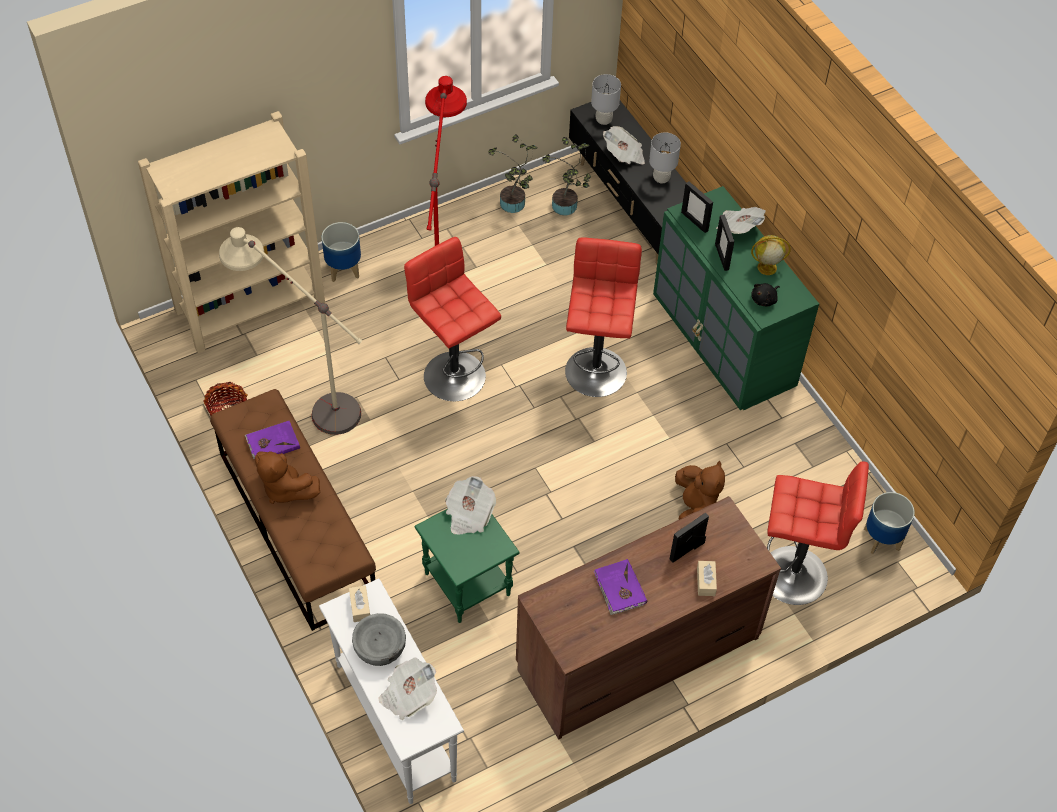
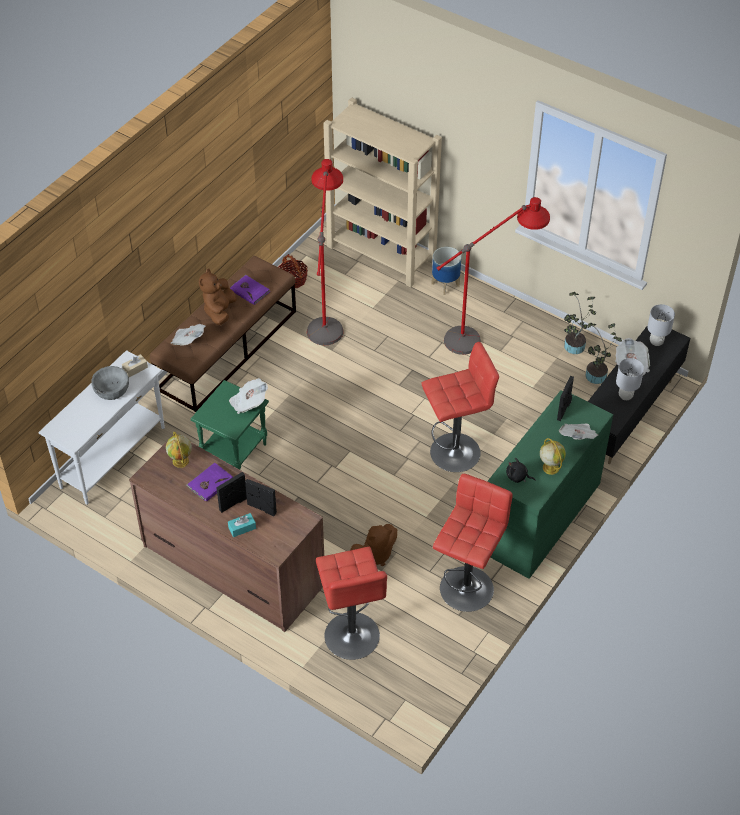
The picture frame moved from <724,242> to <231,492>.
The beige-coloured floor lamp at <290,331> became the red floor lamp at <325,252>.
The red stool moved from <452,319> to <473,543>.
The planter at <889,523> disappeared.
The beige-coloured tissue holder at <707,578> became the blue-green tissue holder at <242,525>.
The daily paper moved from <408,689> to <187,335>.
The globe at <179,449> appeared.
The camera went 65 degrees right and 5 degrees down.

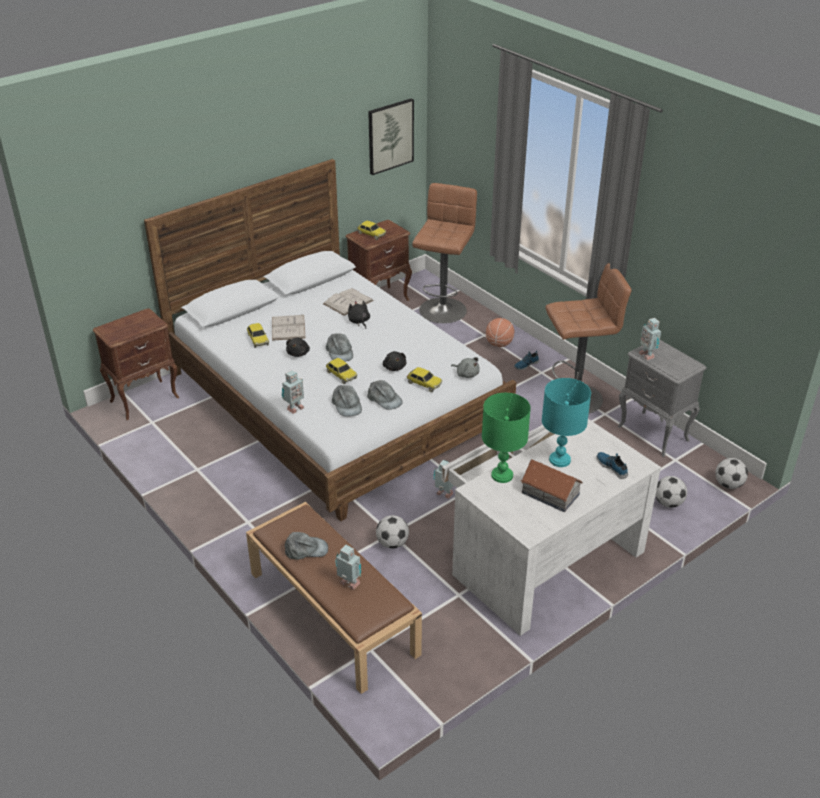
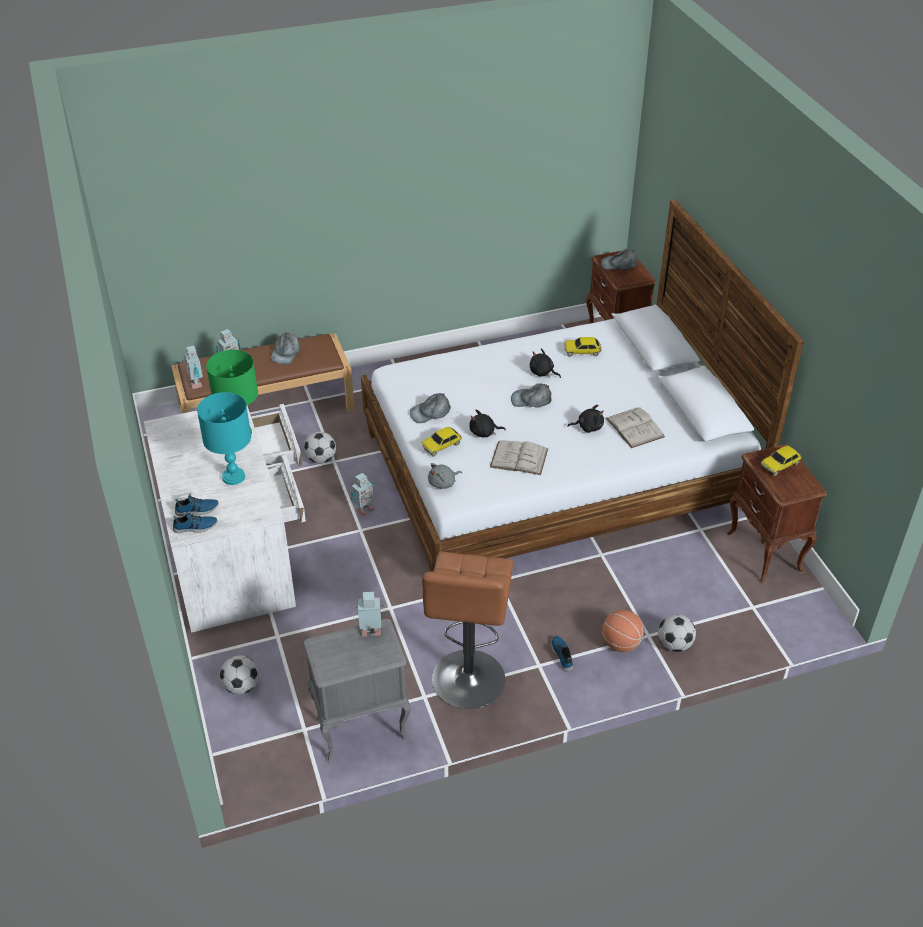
The wall art at <391,136> disappeared.
The brownish stool at <444,253> disappeared.
The white volume moved from <289,327> to <519,457>.
The toy car at <341,371> disappeared.
The model robot moved from <293,392> to <193,367>.
The grey peaked cap moved from <347,401> to <619,259>.
The football moved from <731,473> to <677,633>.
The miniature house at <552,486> disappeared.
The shoe at <195,522> appeared.
The camera went 110 degrees right and 5 degrees up.

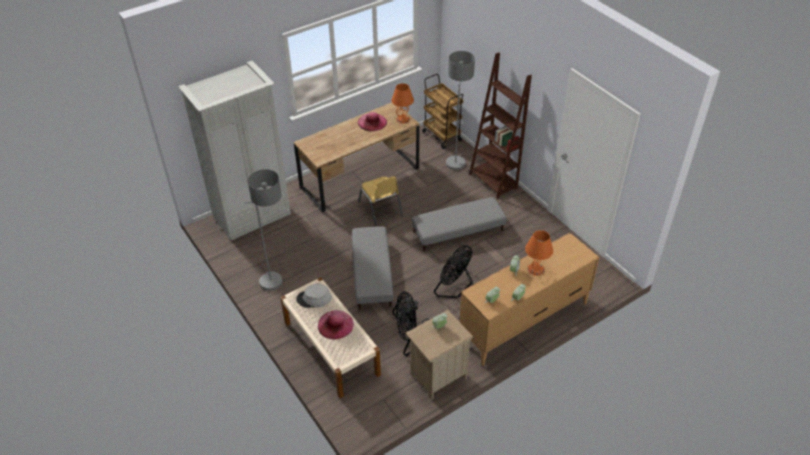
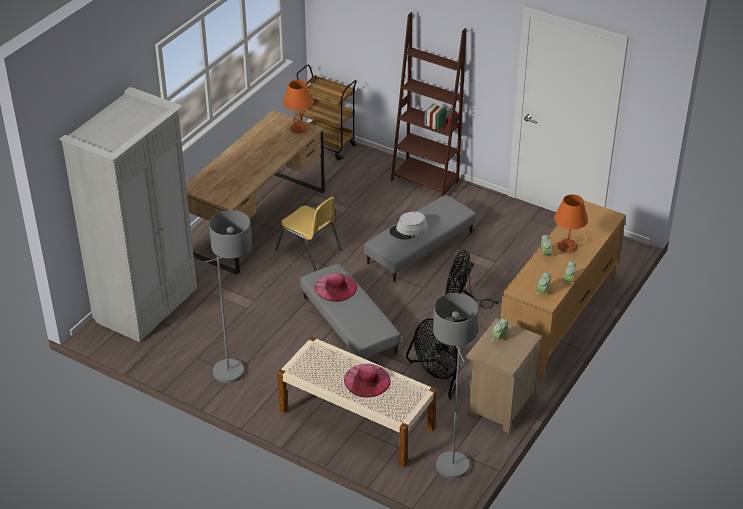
The grey floor lamp moved from <460,110> to <455,386>.
The pink wearable hat moved from <372,121> to <335,287>.
The grey wearable hat moved from <314,296> to <408,225>.
The camera went 25 degrees left and 5 degrees down.

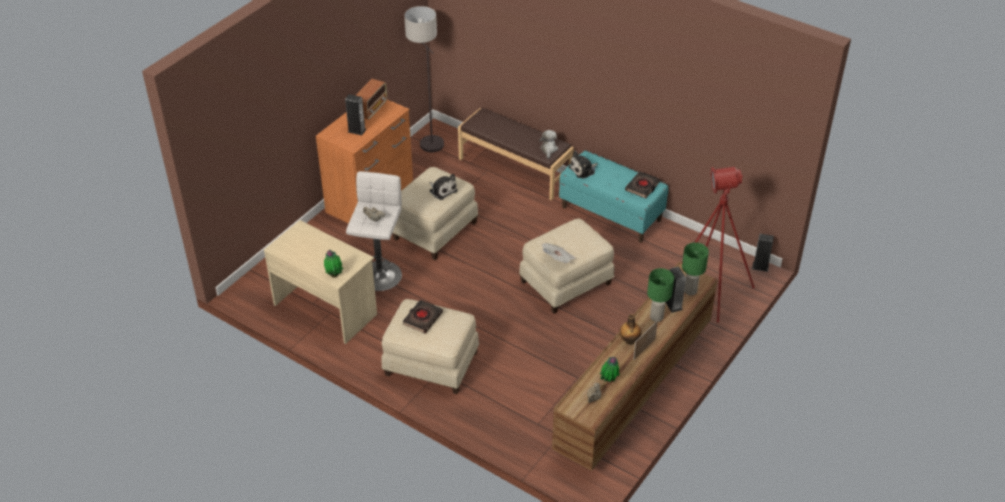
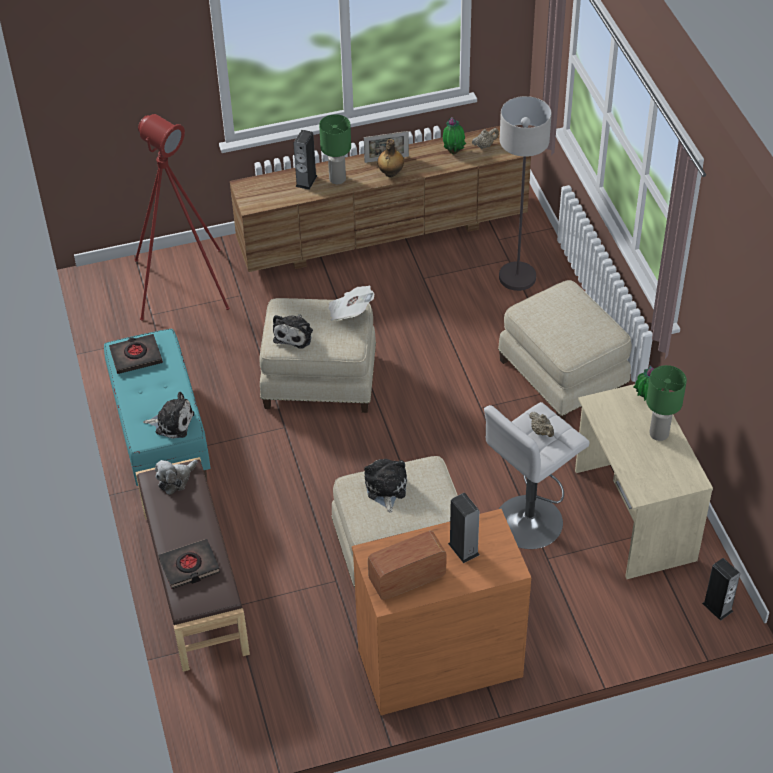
The grey floor lamp moved from <424,79> to <525,193>.
The audio speaker moved from <763,253> to <721,589>.
The green-coloured tabletop lamp moved from <695,269> to <666,403>.
The black-coloured volume moved from <423,316> to <189,564>.
The cuddly toy at <293,331> appeared.
The camera went 140 degrees left and 5 degrees up.

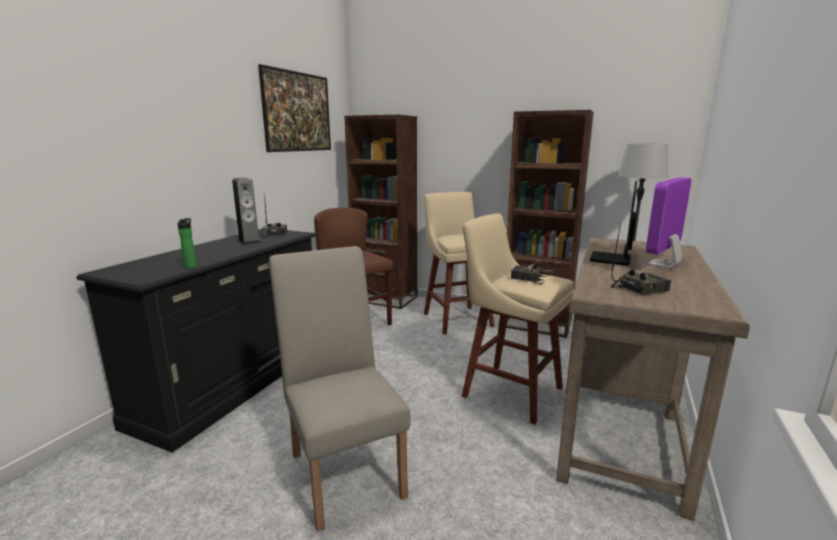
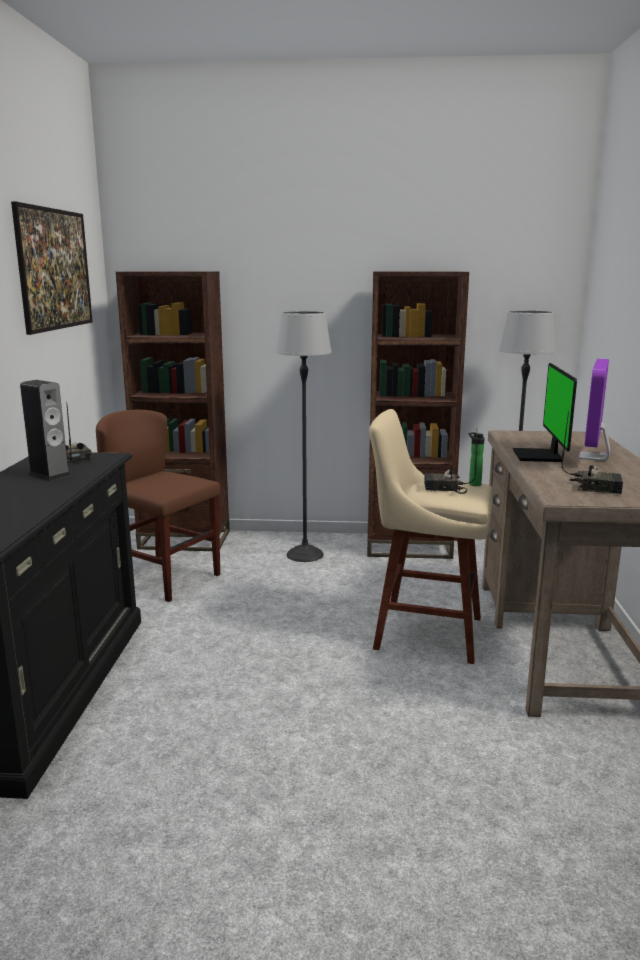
The beige-coloured stool at <459,263> was replaced by the floor lamp at <304,436>.
The beverage bottle moved from <187,243> to <477,459>.
The radio at <641,259> turned 60 degrees clockwise.
The beige-coloured plain chair at <340,389> disappeared.
The camera went 20 degrees left and 0 degrees up.

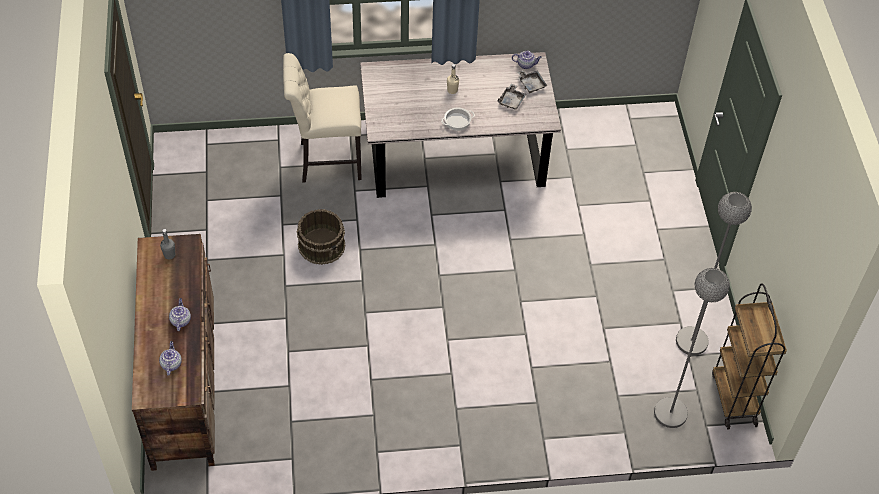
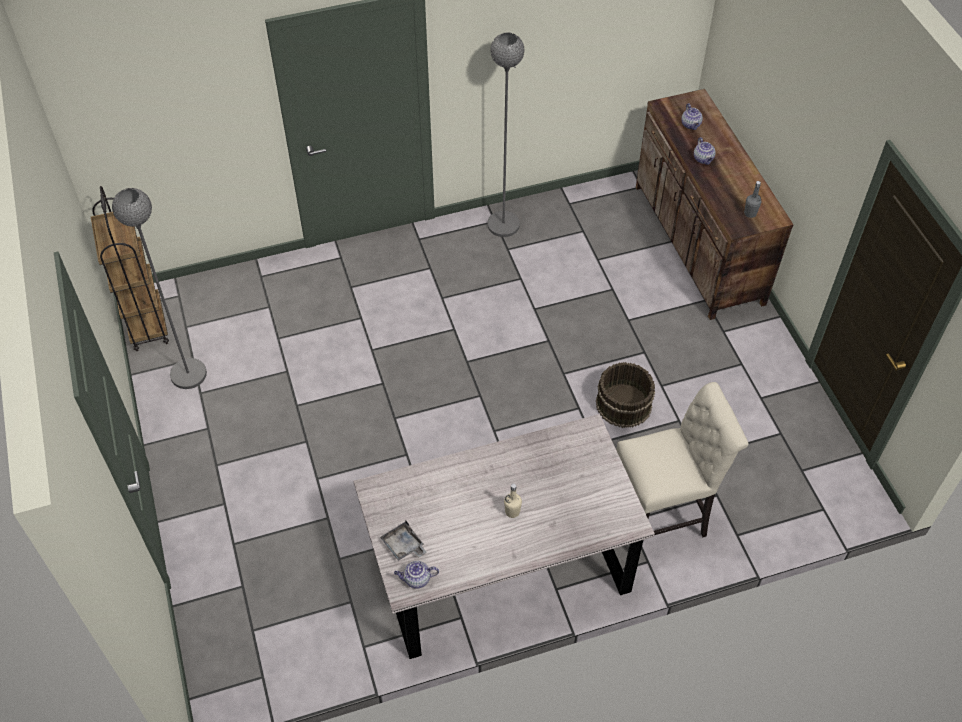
The grey tray at <511,97> disappeared.
The stockpot at <458,119> disappeared.
The grey floor lamp moved from <692,348> to <505,134>.
The camera went 170 degrees right and 0 degrees up.

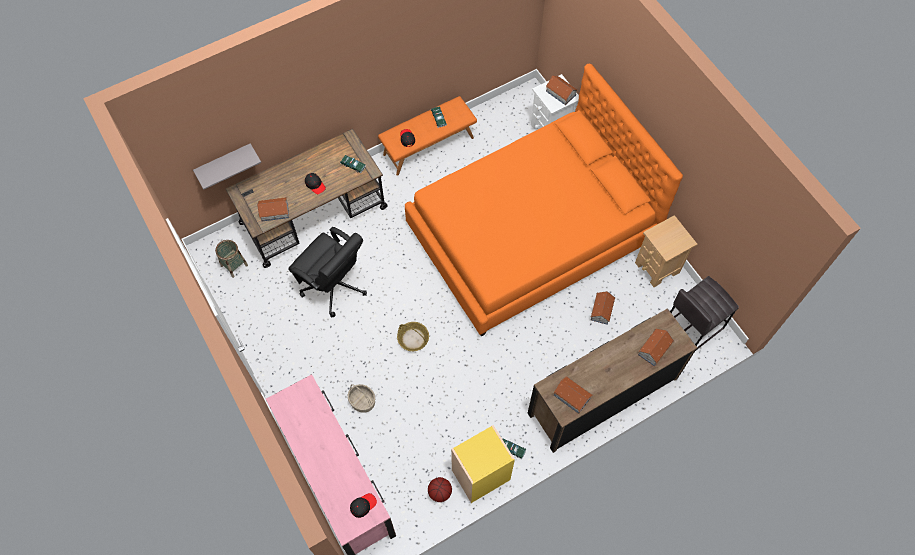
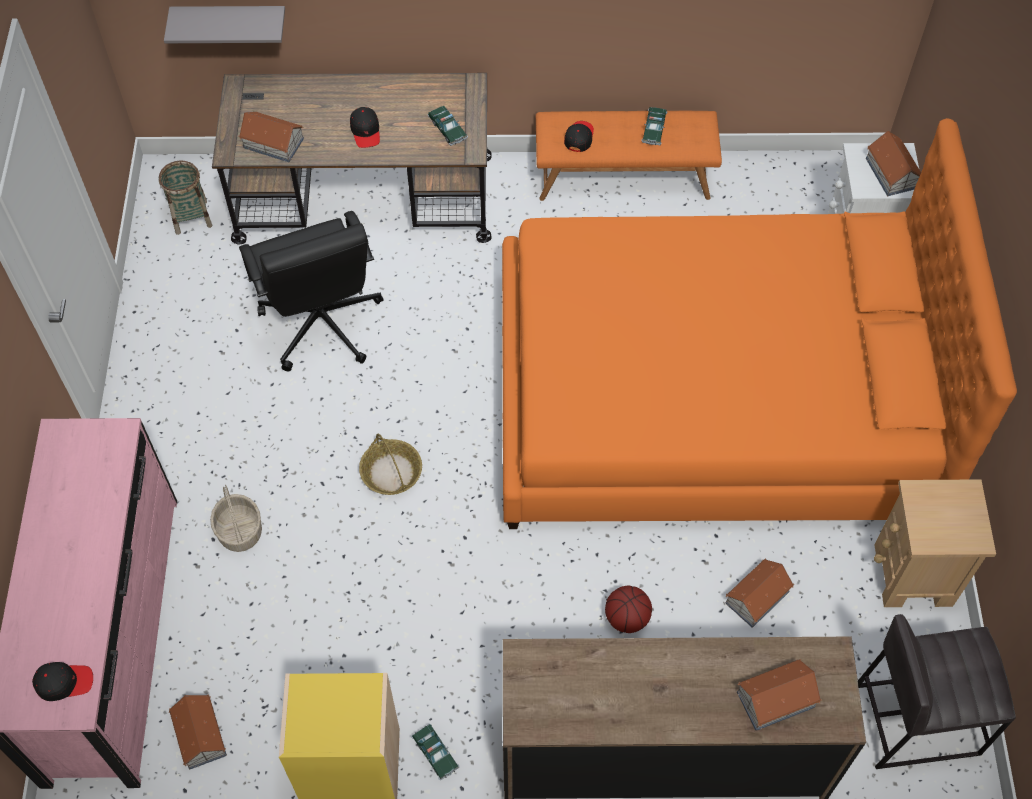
The miniature house moved from <573,395> to <198,732>.
The basketball moved from <440,489> to <628,609>.
The camera went 30 degrees right and 5 degrees down.

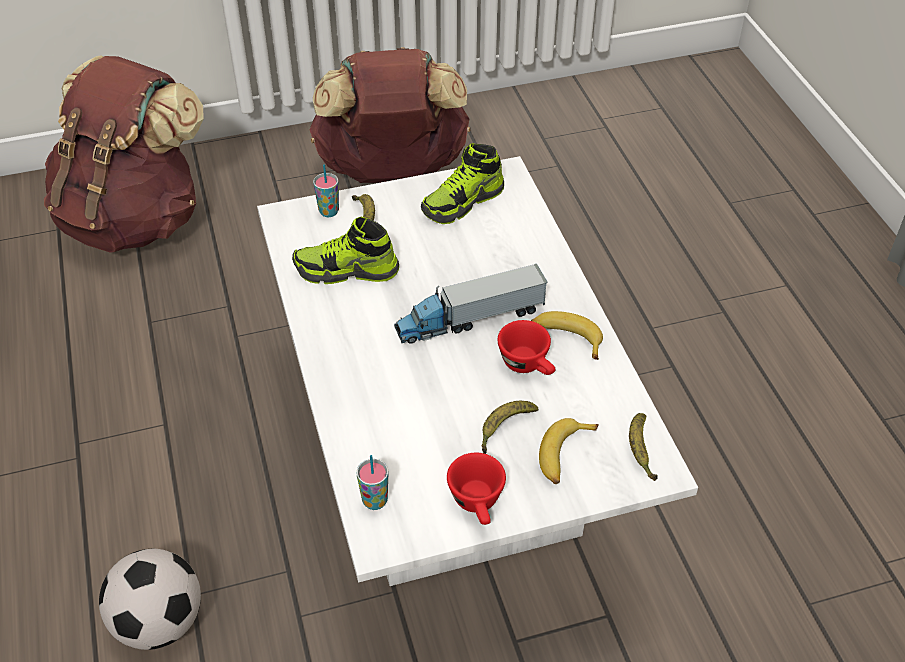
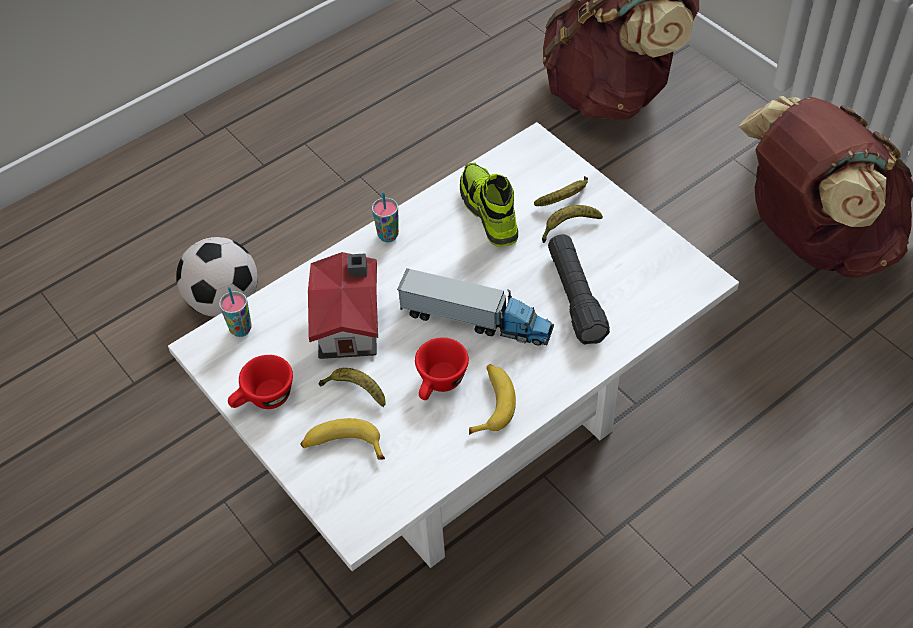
The shoe at <462,183> disappeared.
The drinking cup moved from <326,190> to <385,217>.
The toy lorry at <471,304> turned 150 degrees clockwise.
The whole banana moved from <643,447> to <572,224>.
The black-coloured flashlight at <579,289> appeared.
The miniature house at <343,305> appeared.
The camera went 70 degrees right and 5 degrees up.

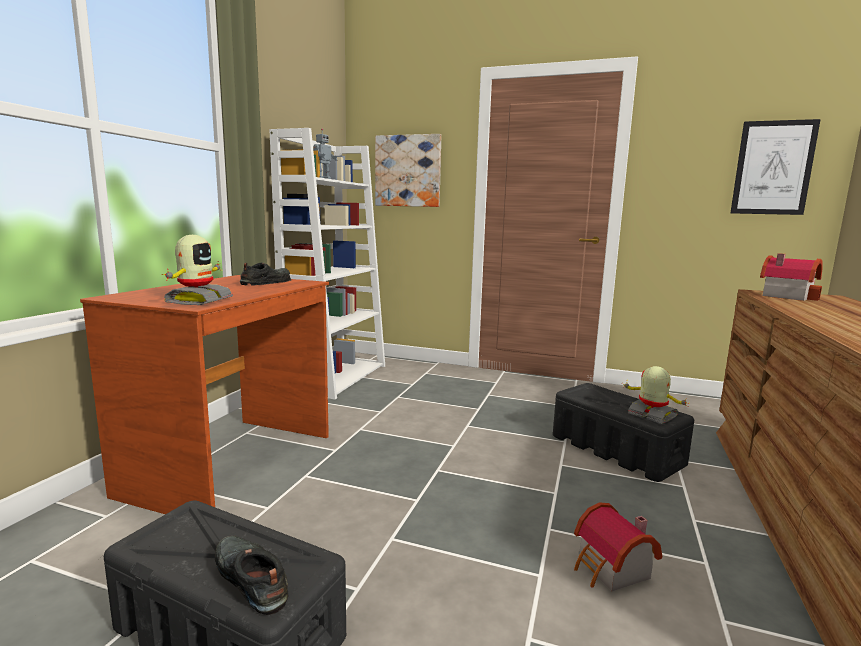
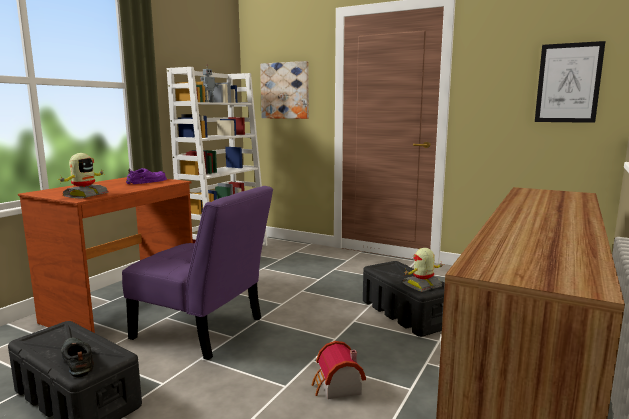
The miniature house at <791,277> disappeared.
The black-coloured shoe at <265,274> became the purplish shoe at <146,176>.
The model robot at <655,395> turned 90 degrees counterclockwise.
The purplish plain chair at <197,273> appeared.
The camera went 10 degrees right and 0 degrees up.

